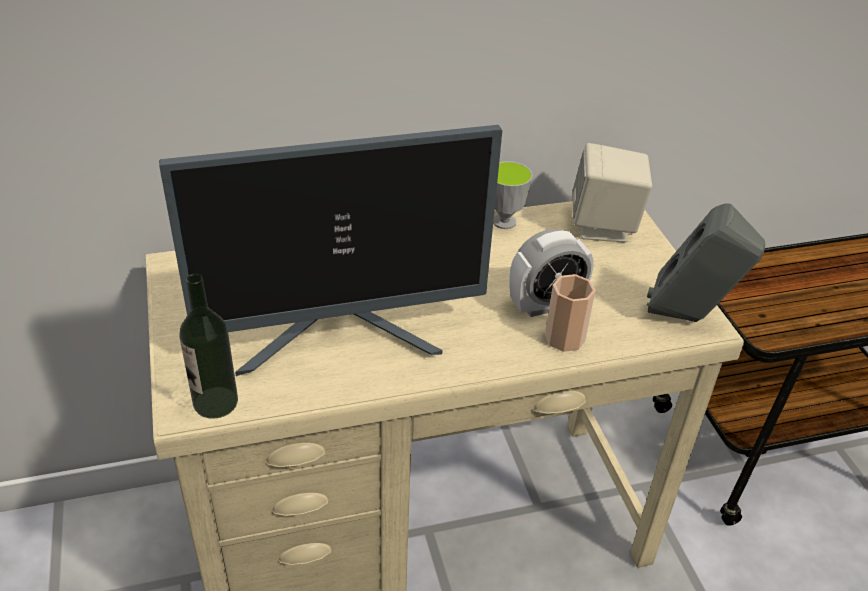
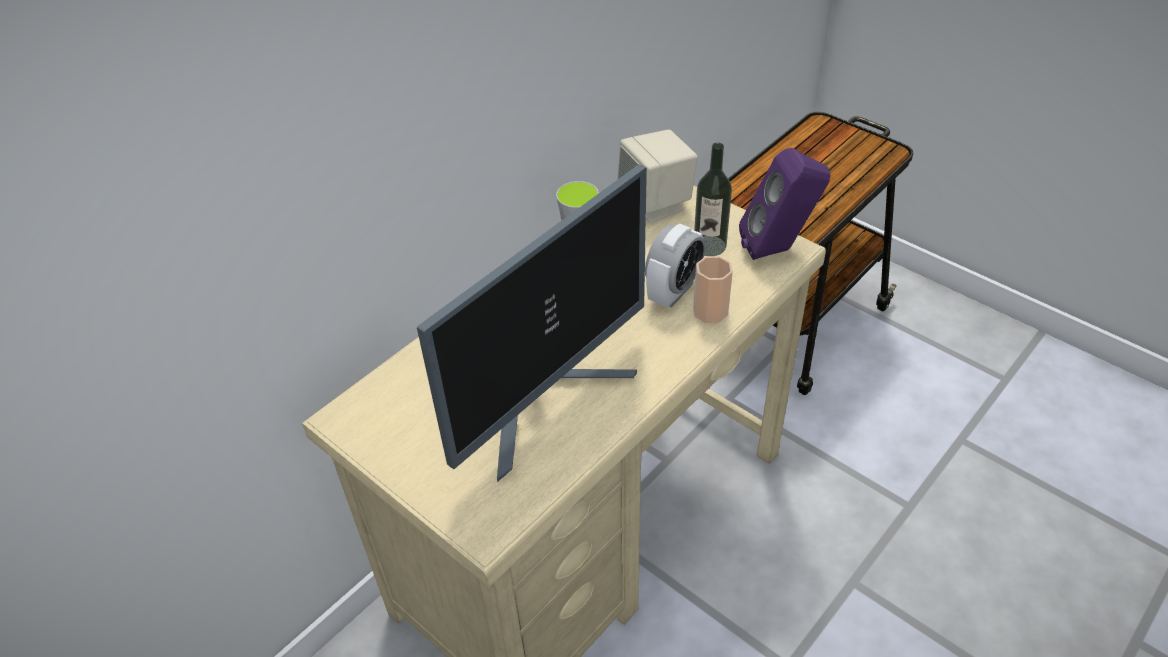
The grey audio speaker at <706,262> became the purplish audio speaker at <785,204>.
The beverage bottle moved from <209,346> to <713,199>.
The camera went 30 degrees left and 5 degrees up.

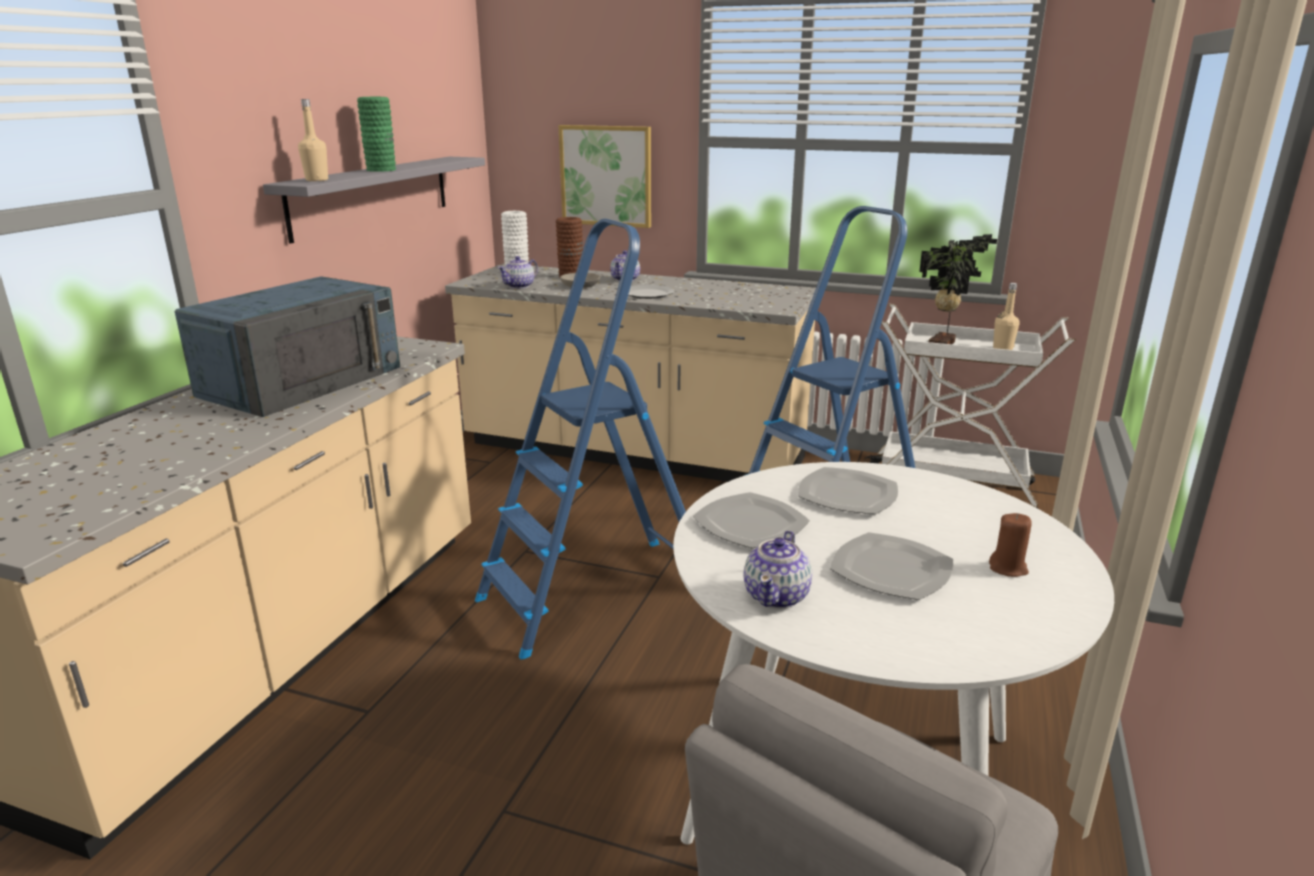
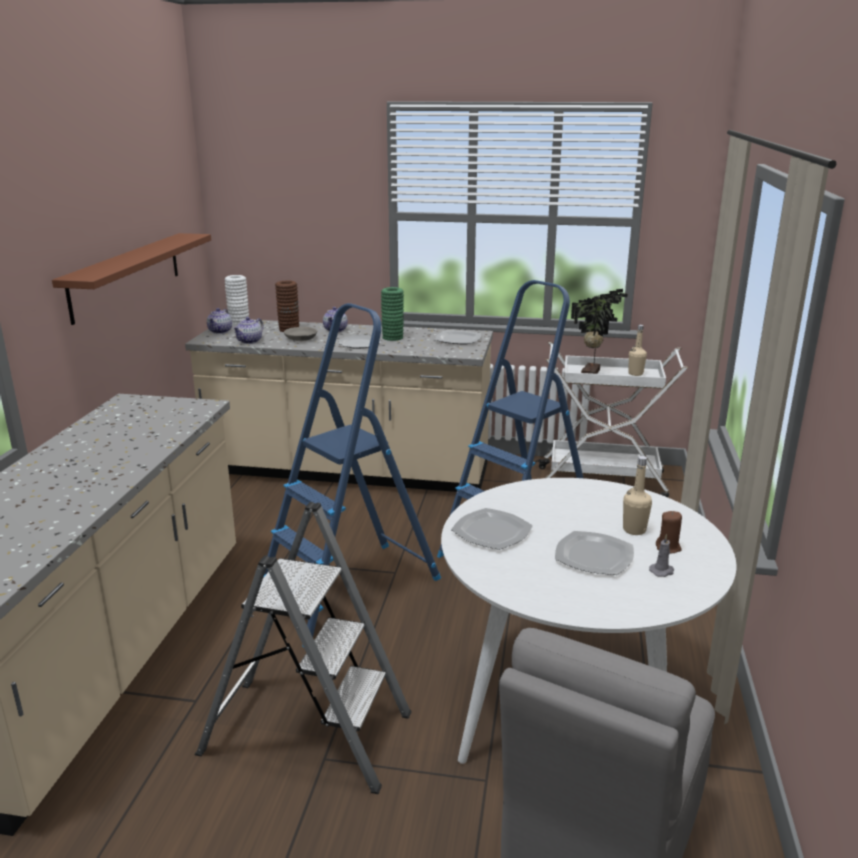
The green-coloured vase moved from <376,134> to <392,314>.
The beige-coloured beverage bottle moved from <313,140> to <637,495>.
The wall art at <604,176> disappeared.
The grey wall shelf at <374,200> became the brownish wall shelf at <131,279>.
The blue kitchen microwave at <287,346> disappeared.
The plate moved from <848,490> to <458,337>.
The tea pot moved from <777,569> to <219,321>.
The grey stepladder at <303,648> appeared.
The grey candle at <661,555> appeared.
The camera went 10 degrees left and 0 degrees up.

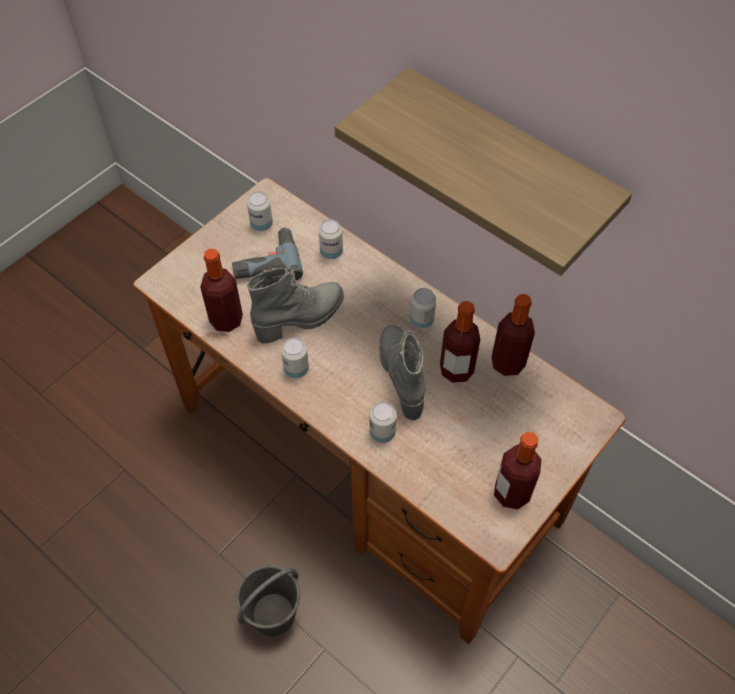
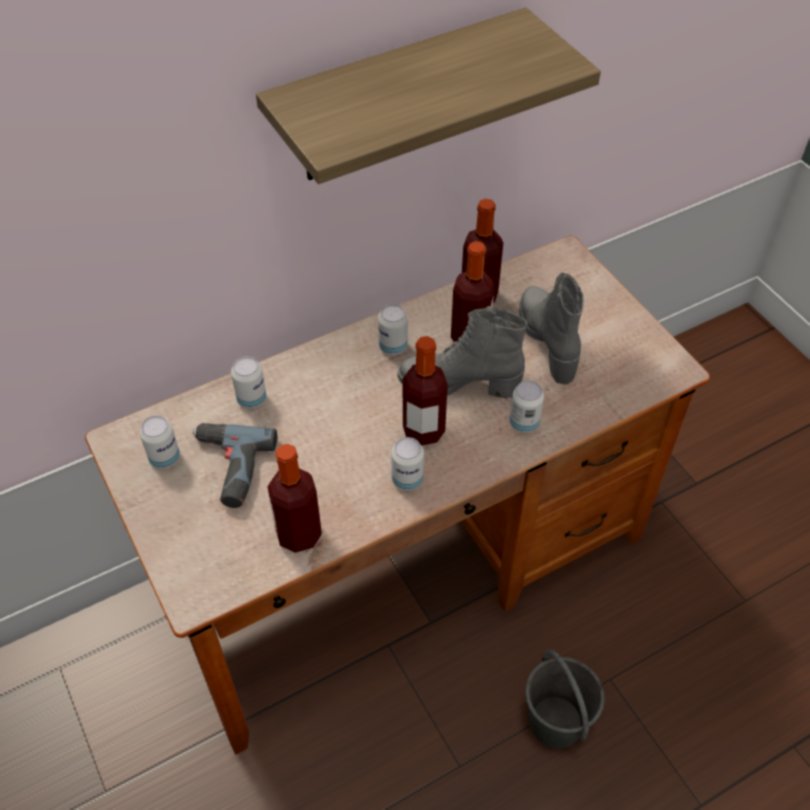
The grey tall boot moved from <295,305> to <551,329>.
The beverage bottle moved from <517,470> to <425,391>.
The camera went 70 degrees left and 5 degrees down.

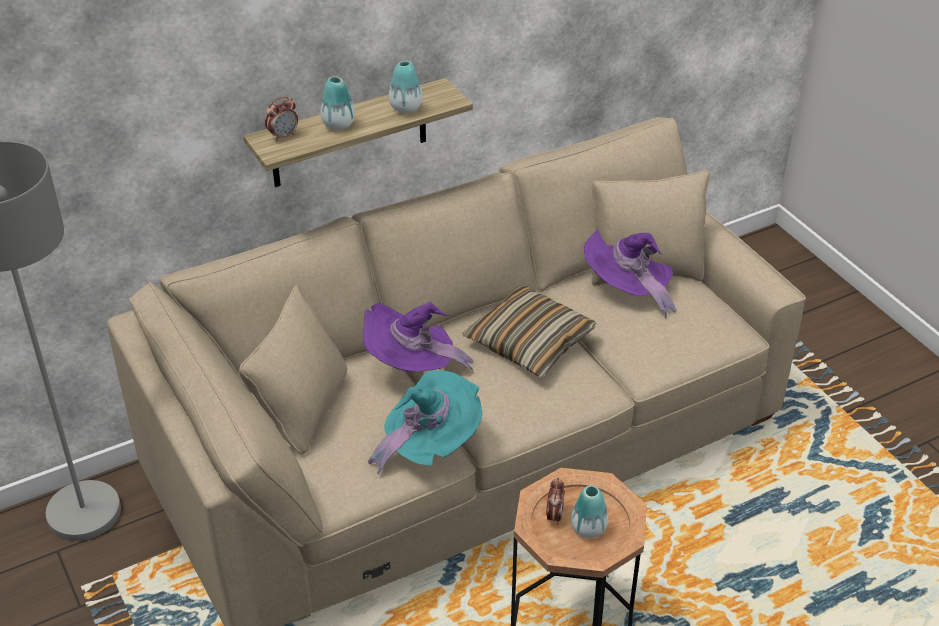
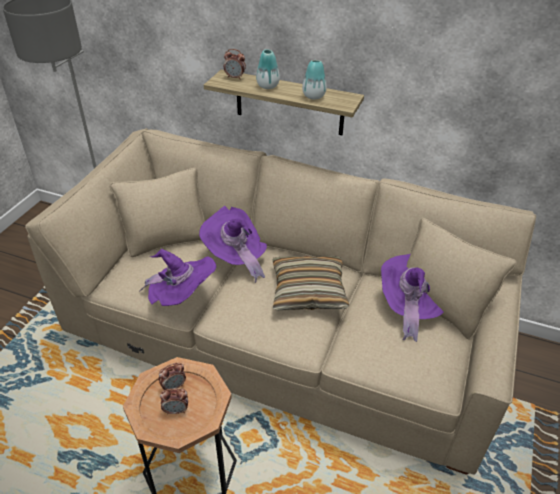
The blue-green wearable hat at <425,422> became the purplish wearable hat at <177,277>.
The vase at <589,511> was replaced by the bedside clock at <174,402>.
The camera went 50 degrees right and 0 degrees up.

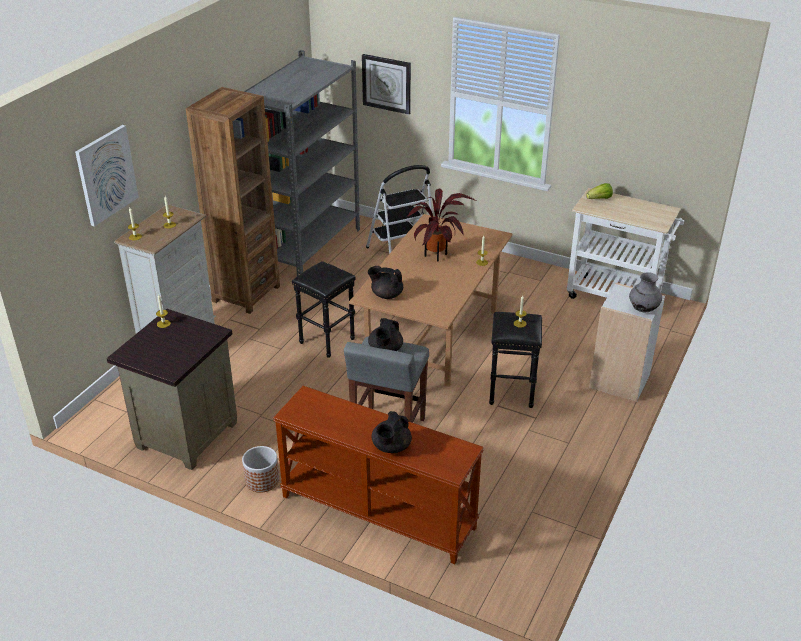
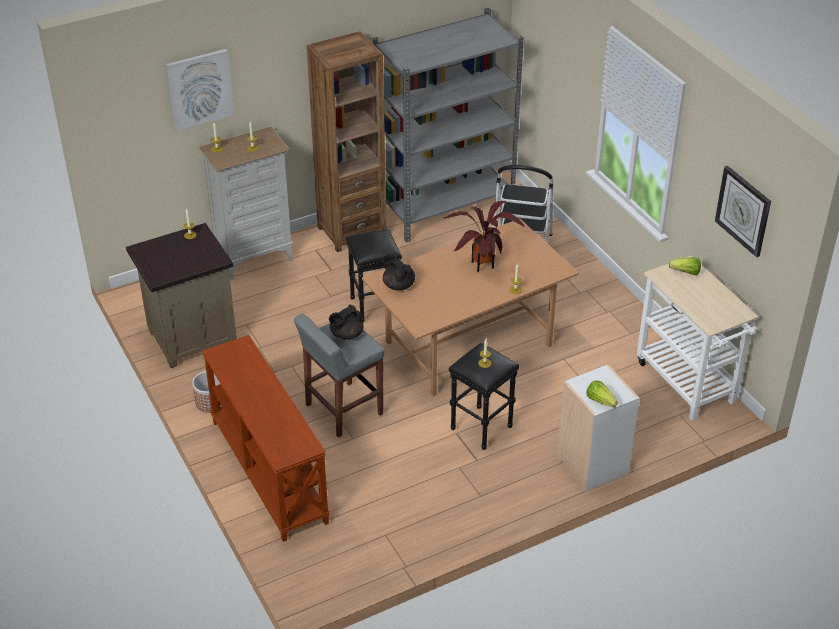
The wall clock moved from <386,84> to <743,212>.
The grey vase at <645,292> was replaced by the lettuce at <602,393>.
The black-coloured tea pot at <392,432> disappeared.
The camera went 35 degrees right and 5 degrees up.

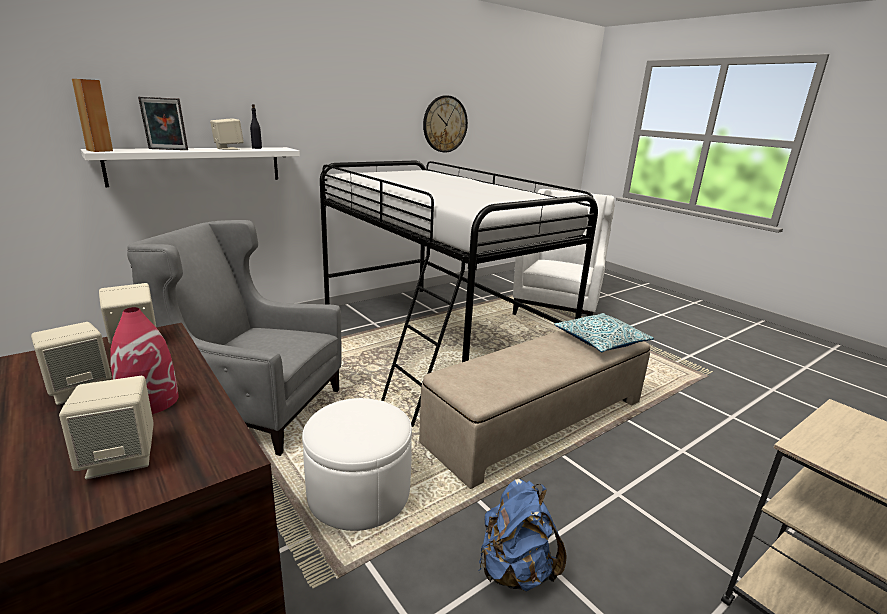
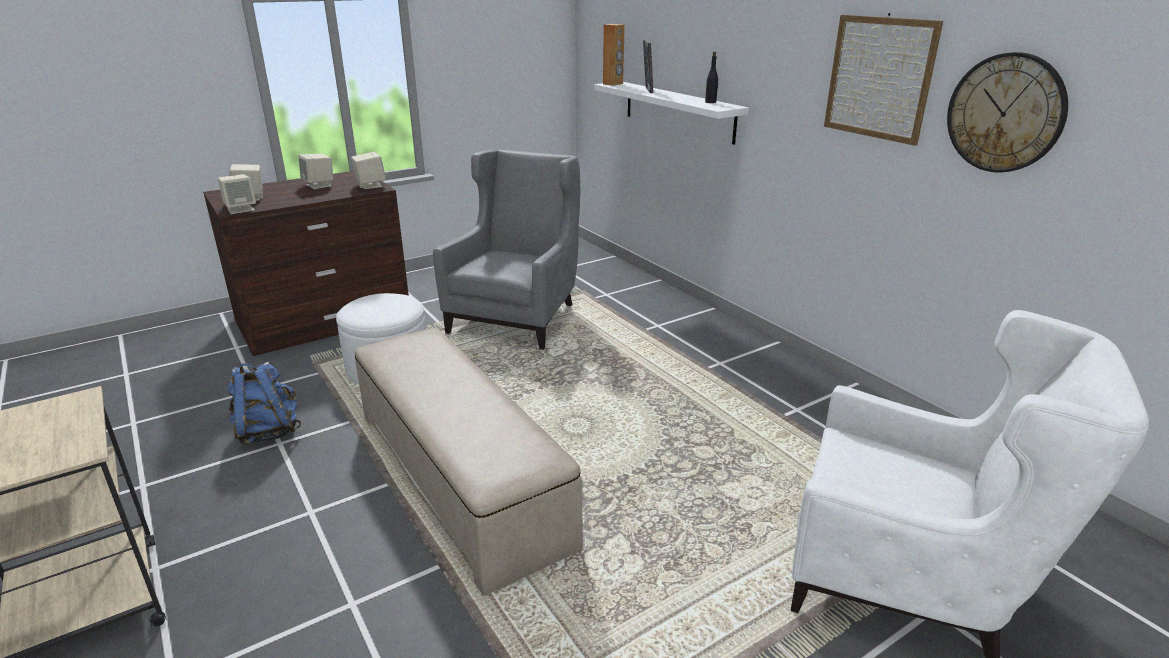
The beige-coloured audio speaker moved from <227,134> to <237,194>.
The black-coloured sleeping bed at <459,294> disappeared.
The red vase at <144,360> disappeared.
The throw pillow at <604,332> disappeared.
The wall art at <883,79> appeared.
The camera went 95 degrees right and 5 degrees up.

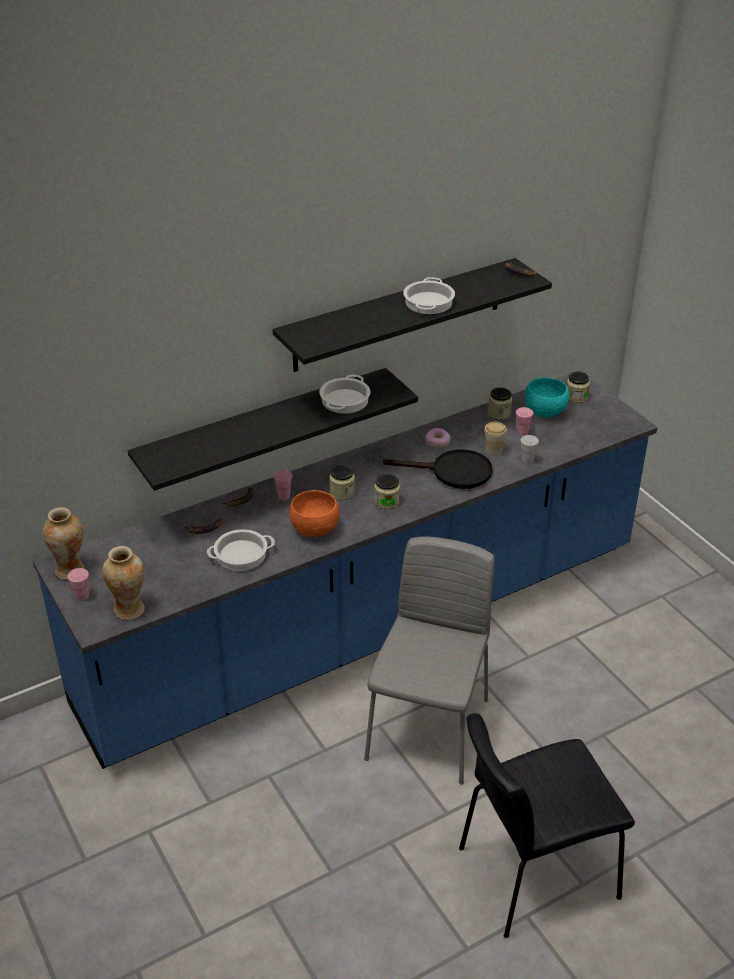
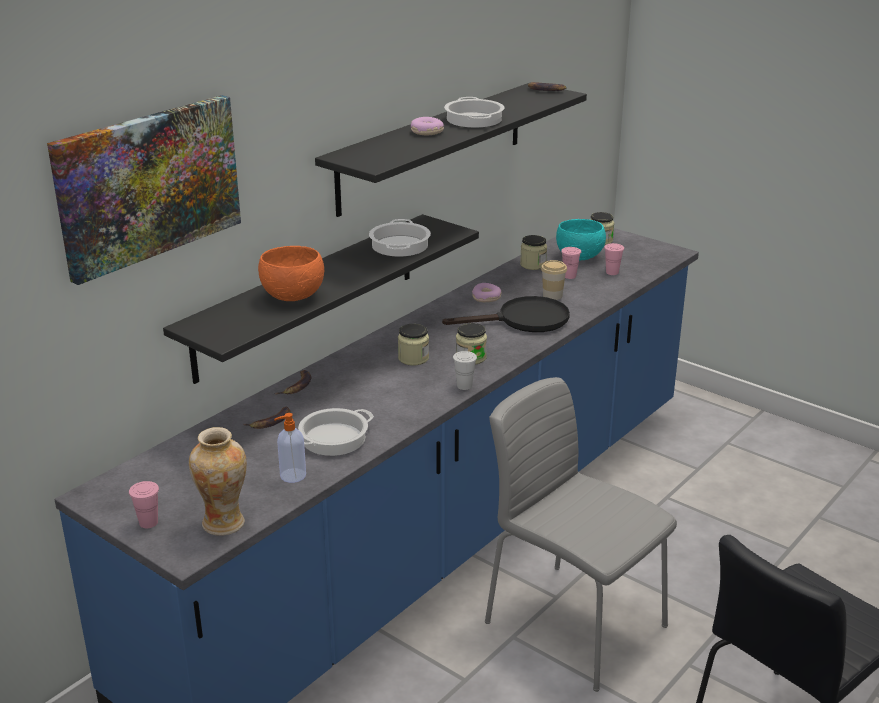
The white drinking cup moved from <529,449> to <465,370>.
The pink drinking cup moved from <282,485> to <614,259>.
The orange serving bowl moved from <315,513> to <291,273>.
The vase at <63,543> disappeared.
The grey plain chair at <429,660> turned 45 degrees counterclockwise.
The wall art at <144,190> appeared.
The ring doughnut at <427,126> appeared.
The soap dispenser at <290,448> appeared.
The camera went 20 degrees left and 10 degrees down.

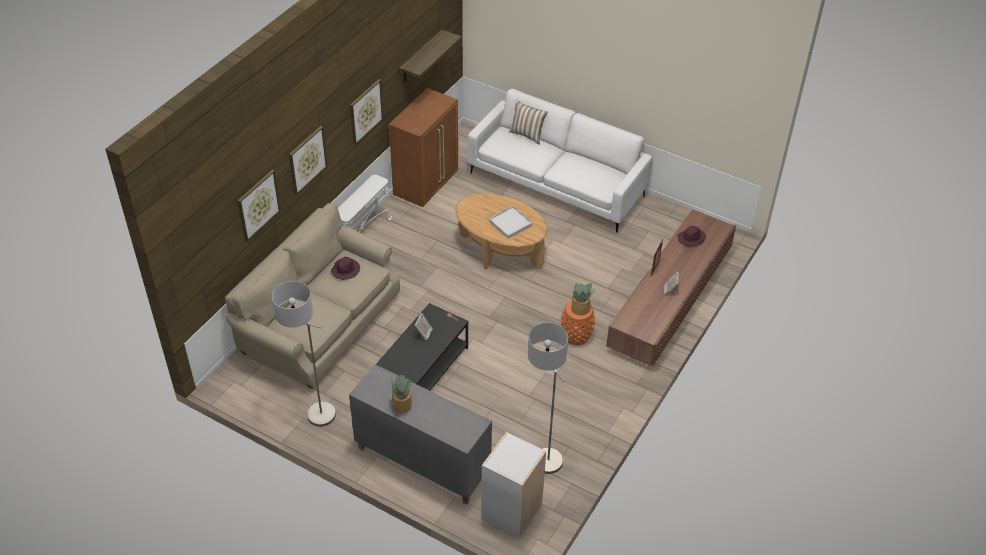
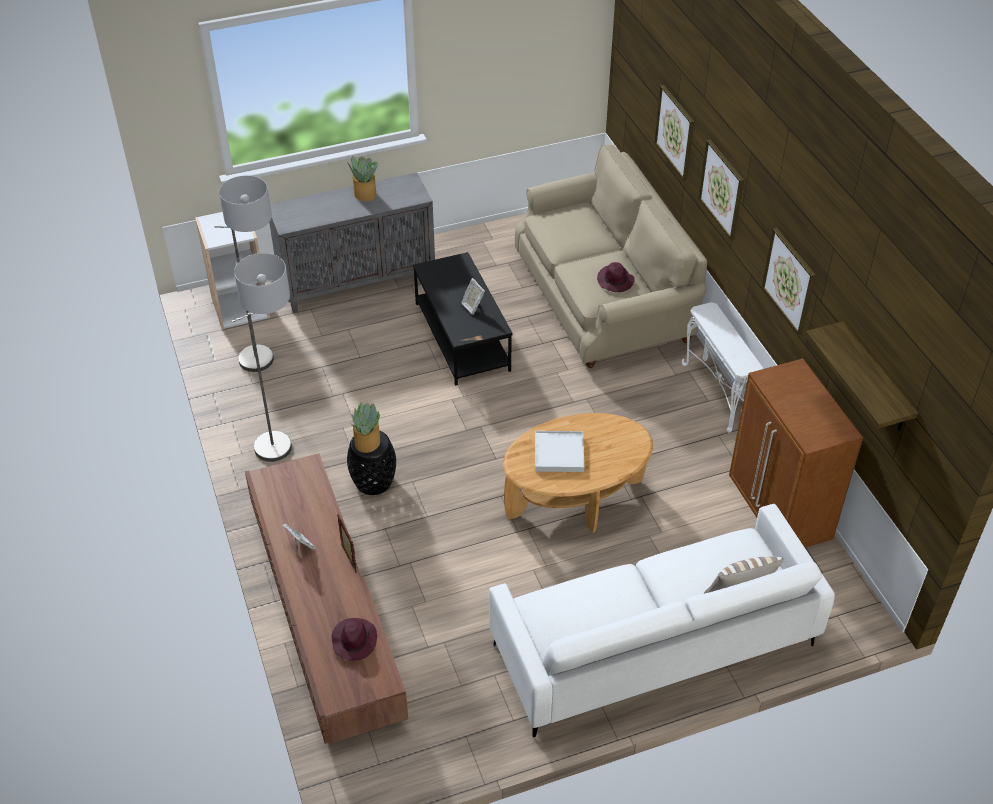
The grey floor lamp moved from <304,354> to <261,357>.
The orange stool at <578,323> became the black-coloured stool at <371,462>.
The camera went 130 degrees right and 0 degrees up.

